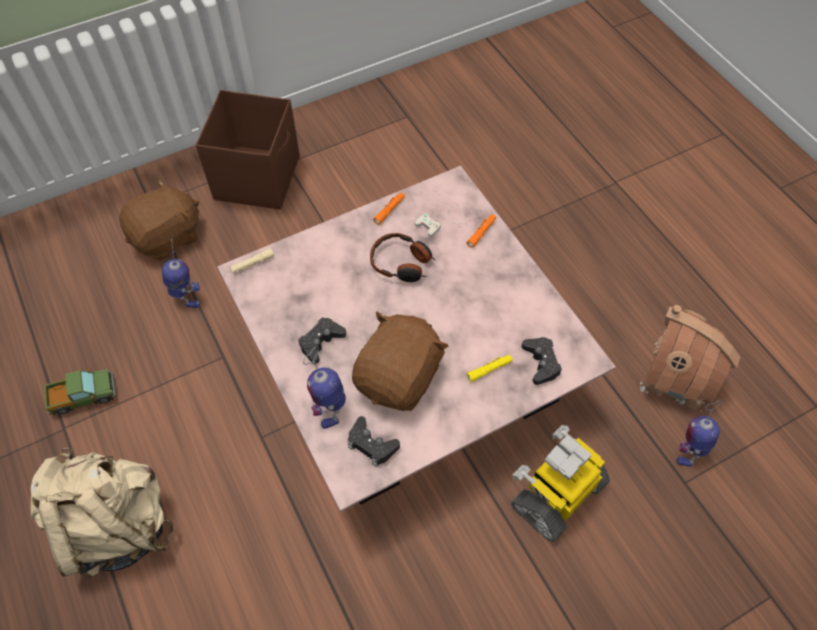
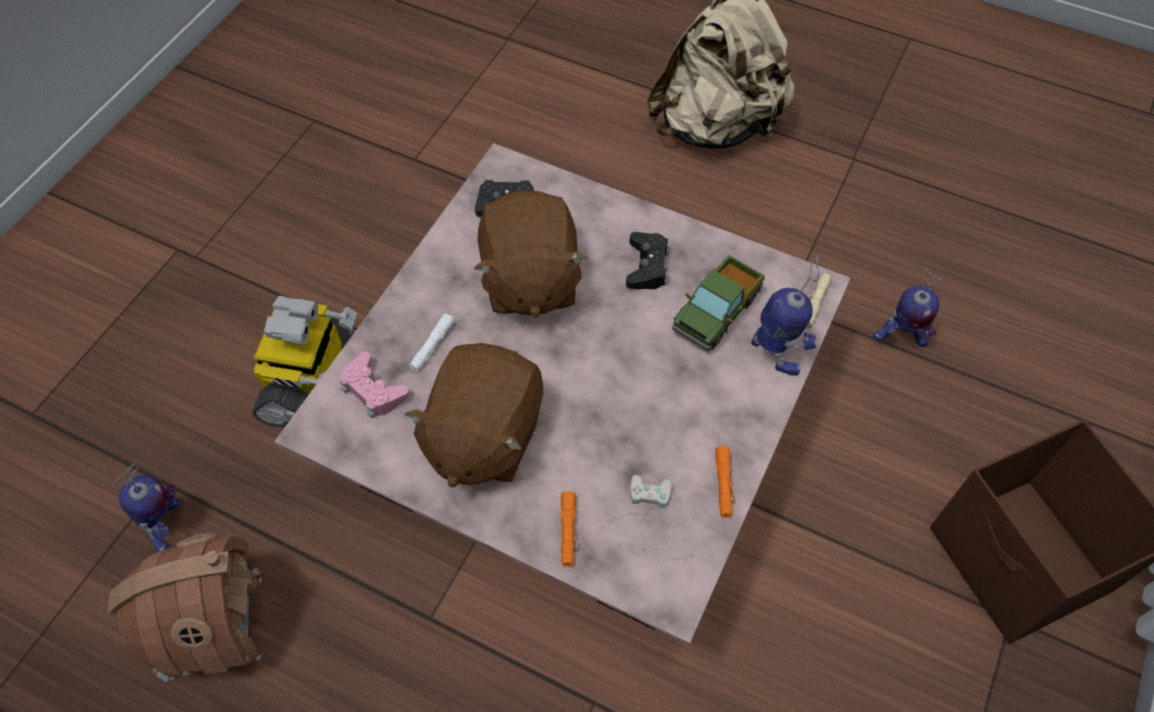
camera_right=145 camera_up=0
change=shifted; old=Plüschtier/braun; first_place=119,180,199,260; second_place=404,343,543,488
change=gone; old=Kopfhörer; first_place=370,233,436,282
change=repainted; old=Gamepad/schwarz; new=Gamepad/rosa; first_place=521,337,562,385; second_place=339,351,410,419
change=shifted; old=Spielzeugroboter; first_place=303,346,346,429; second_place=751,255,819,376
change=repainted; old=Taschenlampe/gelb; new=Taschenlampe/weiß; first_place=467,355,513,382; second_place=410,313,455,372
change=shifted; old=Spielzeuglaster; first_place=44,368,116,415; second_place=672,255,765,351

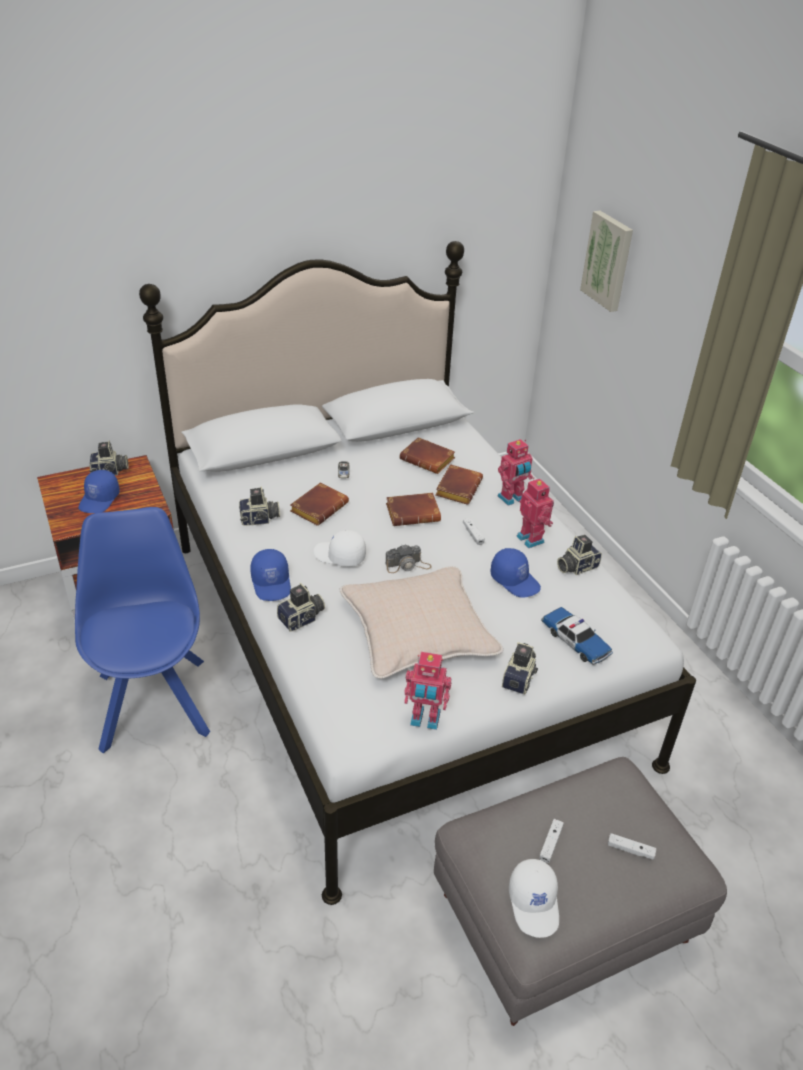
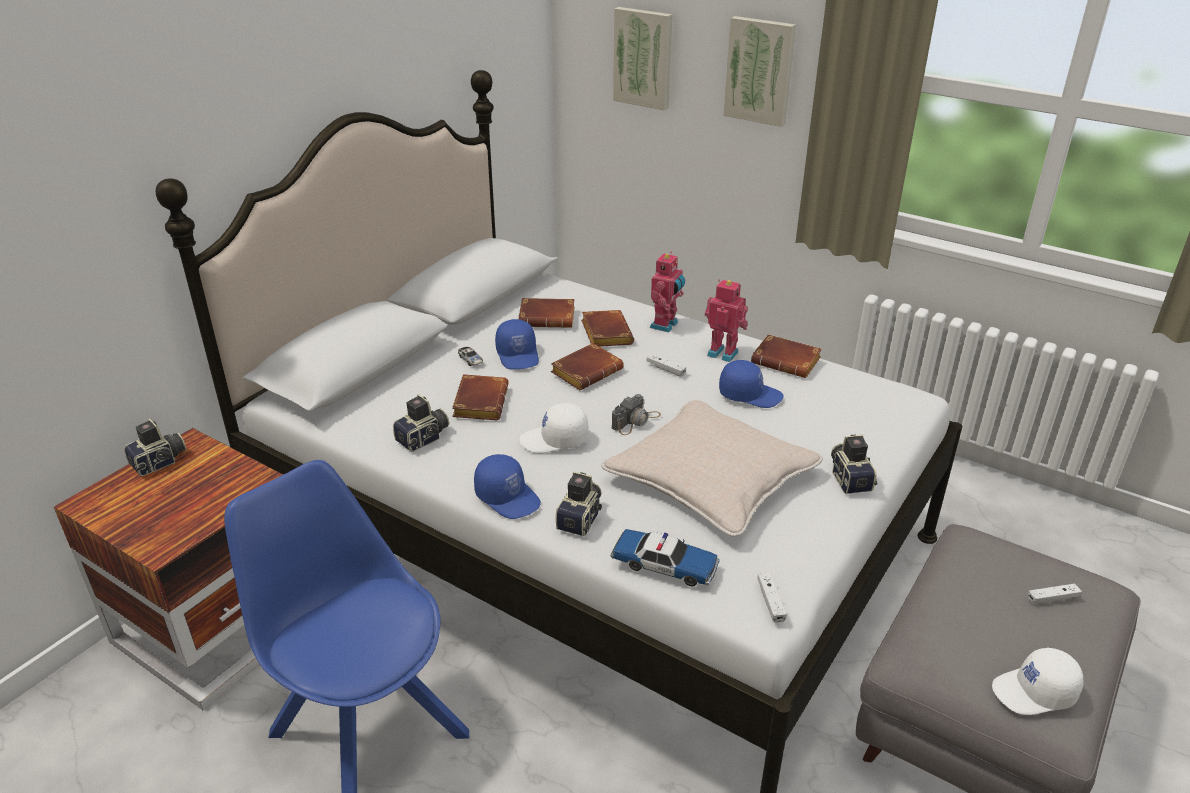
camera_right=-30 camera_up=-5
change=shifted; old=Kappe/blau; first_place=78,470,120,513; second_place=495,319,539,369
change=swapped; old=Kamera; new=Buch/braun; first_place=557,535,602,575; second_place=751,334,822,378
change=shifted; old=Spielzeugauto; first_place=541,607,613,665; second_place=610,529,719,587
change=gone; old=Spielzeugroboter; first_place=404,652,451,730
change=shifted; old=Gamepad/weiß; first_place=539,819,564,863; second_place=757,573,787,623
change=rotated; old=Kappe/weiß; first_place=509,859,559,938; second_place=992,647,1084,715; degrees=120
change=new; new=Bild; second_place=723,16,796,127

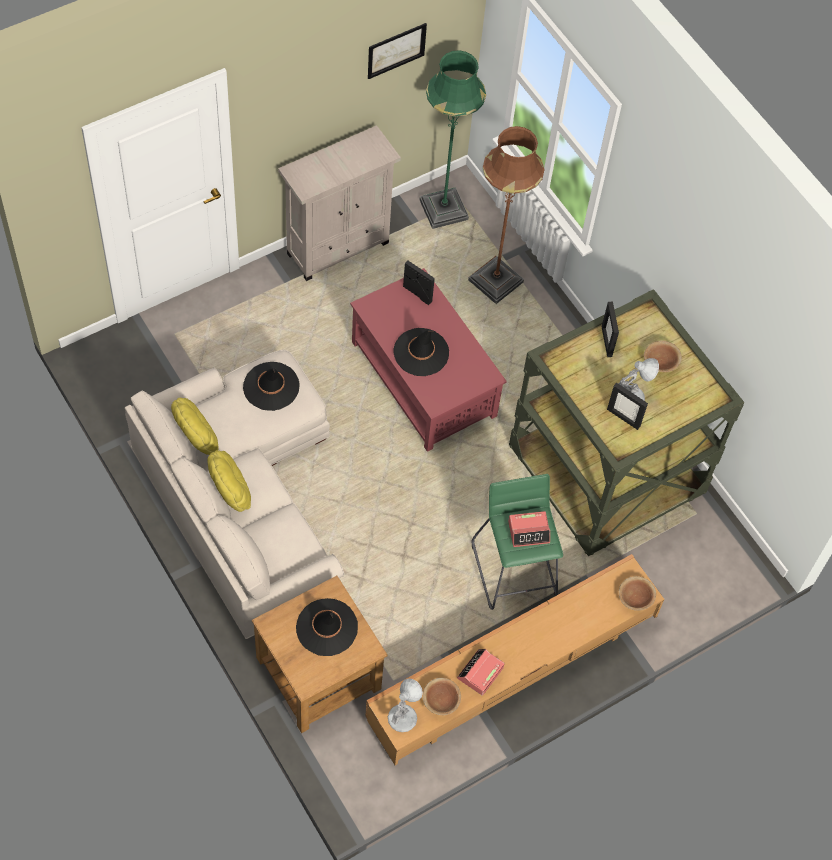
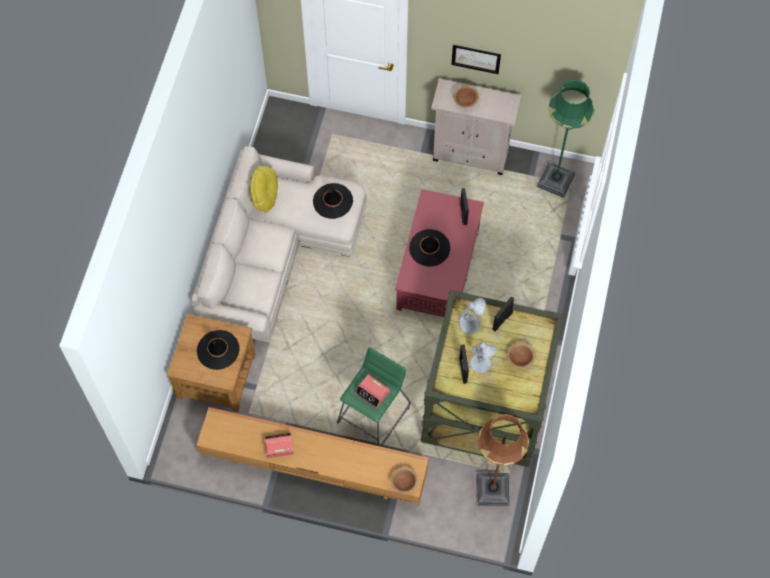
camera_right=50 camera_up=5
change=shifted; old=Bild; first_place=368,23,427,79; second_place=451,45,501,74
change=shifted; old=Stehlampe/braun; first_place=468,126,544,304; second_place=476,414,529,506
change=gone; old=Kissen/gelb; first_place=207,450,251,512
change=shifted; old=Tischlampe/weiß; first_place=388,678,423,732; second_place=458,298,486,334
change=shifted; old=Schüssel/braun; first_place=423,678,461,715; second_place=453,85,479,108

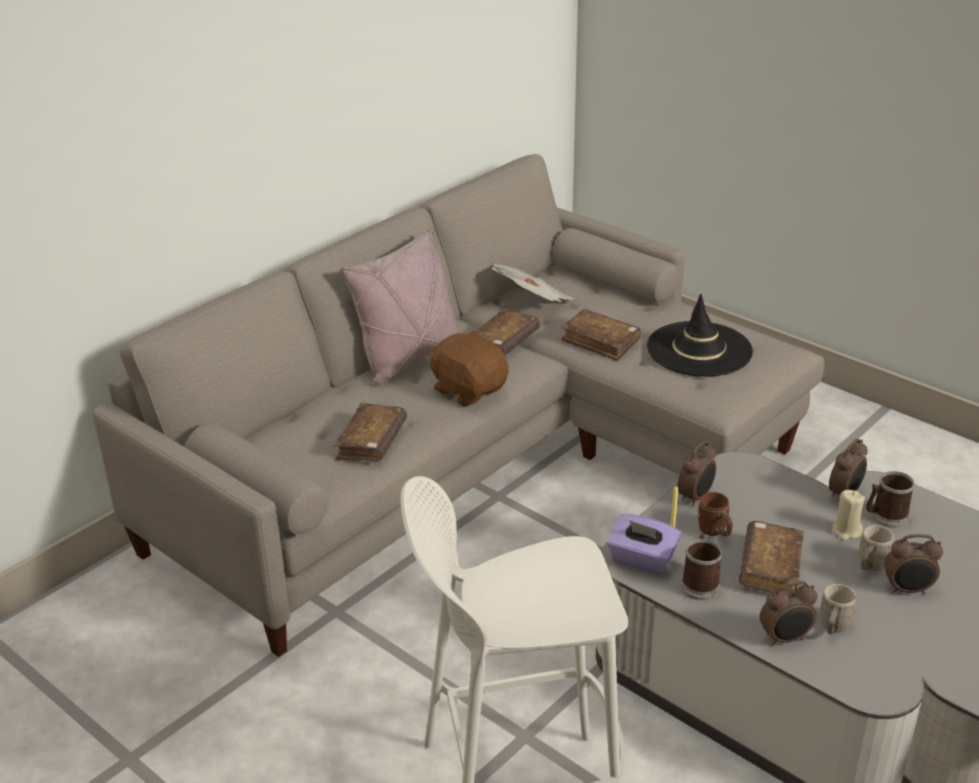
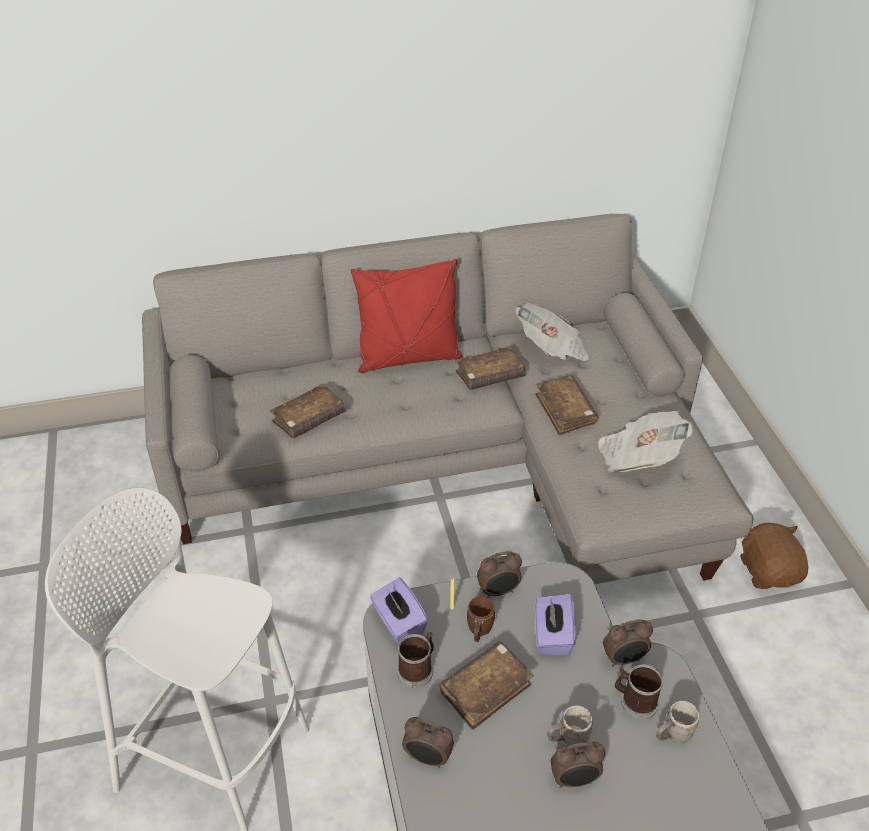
camera_right=35 camera_up=10
change=repainted; old=Kissen/lila; new=Kissen/rot; first_place=341,229,461,387; second_place=351,259,463,373
change=swapped; old=Hut/schwarz; new=Zeitung; first_place=647,294,753,377; second_place=598,411,693,472
change=shifted; old=Plüschtier/braun; first_place=428,329,509,407; second_place=740,523,808,589
change=gone; old=Kerze/beige; first_place=832,490,865,541
change=rotated; old=Wecker; first_place=884,534,943,594; second_place=551,742,605,788; degrees=-45
change=shifted; old=Henkelbecher/grau; first_place=821,584,856,635; second_place=656,701,699,743
change=new; new=Taschentuchbox/lila; second_place=535,594,576,656

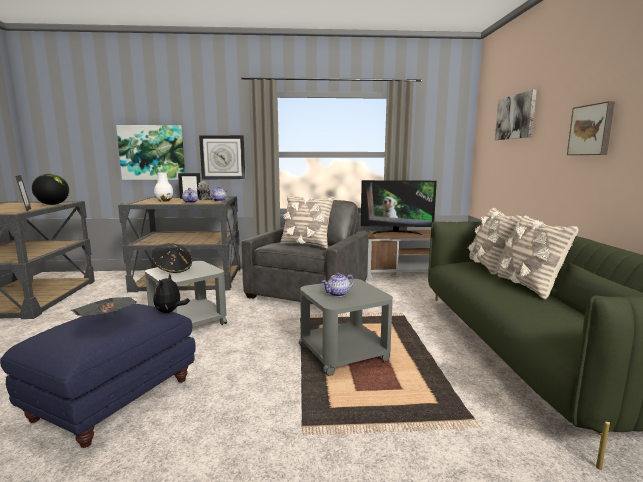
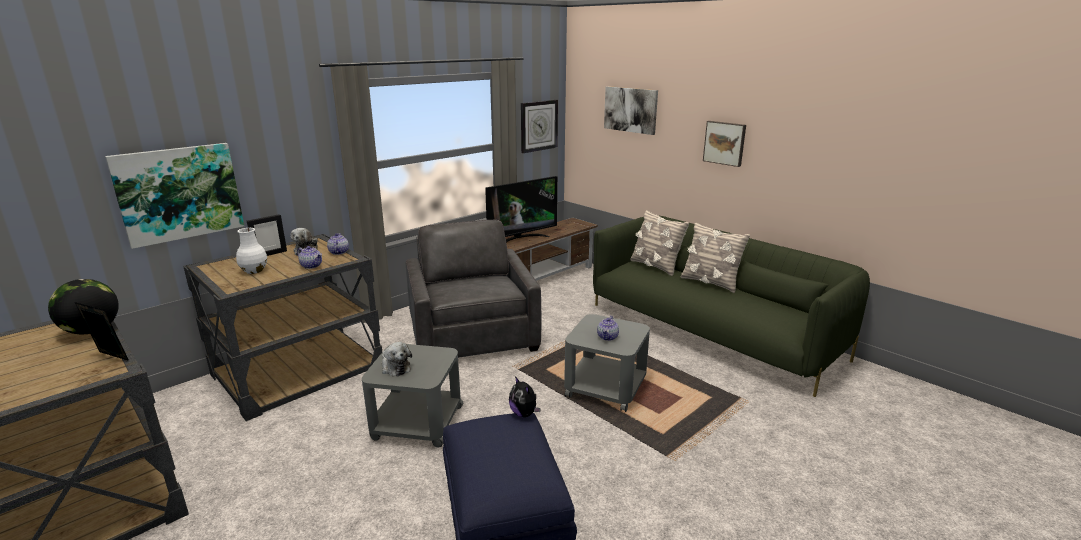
camera_right=-40 camera_up=10
change=shifted; old=Wanduhr; first_place=199,135,245,179; second_place=521,100,558,153
change=gone; old=Kissen/beige; first_place=280,195,334,249
change=swapped; old=Hut/schwarz; new=Plüschtier; first_place=152,243,192,273; second_place=382,342,412,376
change=gone; old=Zeitung; first_place=70,297,136,316

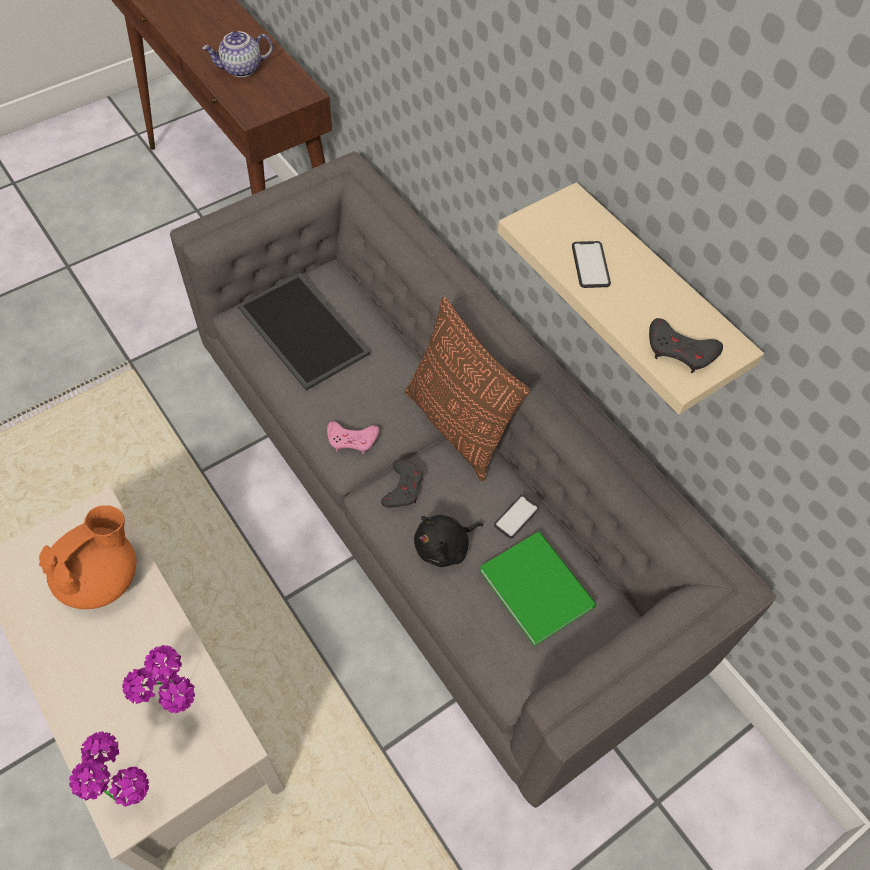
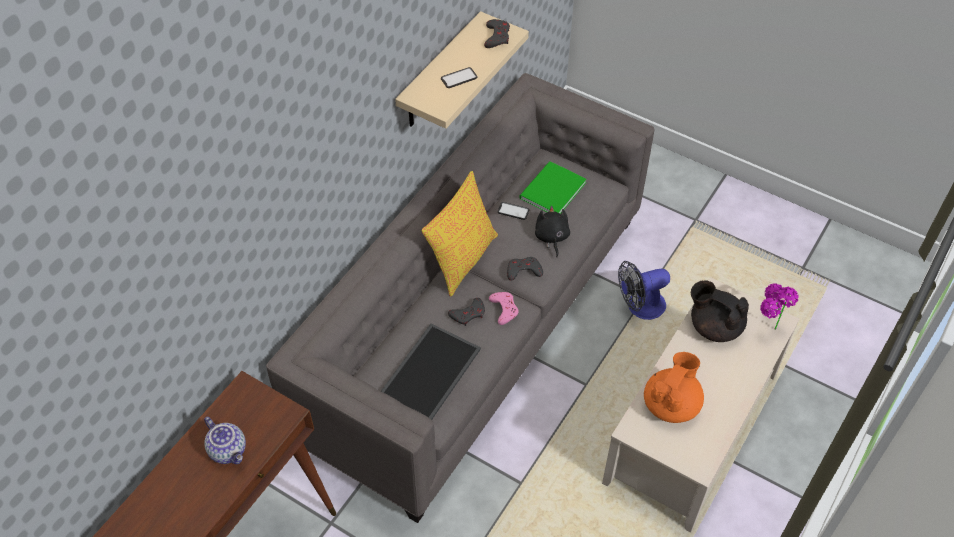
camera_right=-110 camera_up=-5
change=repainted; old=Kissen/braun; new=Kissen/gelb; first_place=405,297,530,481; second_place=422,171,498,297
change=rotated; old=Teekanne/orange; first_place=39,505,137,609; second_place=644,352,704,423; degrees=105
change=rotated; old=Plüschtier/schwarz; first_place=414,515,483,567; second_place=535,206,570,258; degrees=-135
change=swapped; old=Topfpflanze; new=Teekanne/schwarz; first_place=122,645,195,713; second_place=691,280,749,342
change=new; new=Ventilator; second_place=618,261,670,320
change=new; new=Gamepad/grau; second_place=448,298,485,326

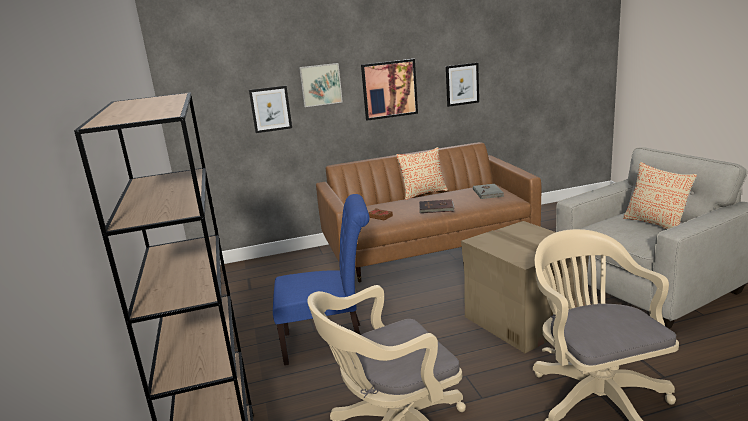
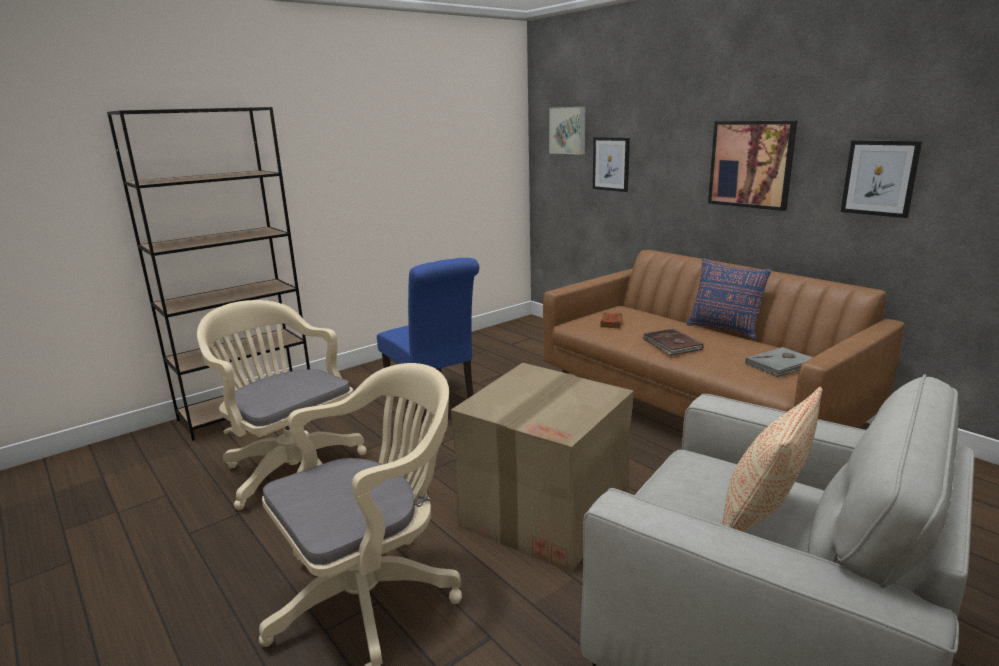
camera_right=65 camera_up=0
change=shifted; old=Bild; first_place=299,63,343,107; second_place=549,106,585,155
change=repainted; old=Kissen/beige; new=Kissen/blau; first_place=396,147,448,200; second_place=687,258,772,340

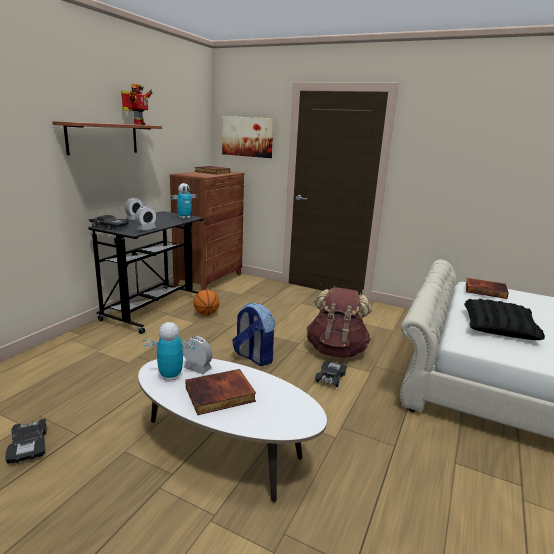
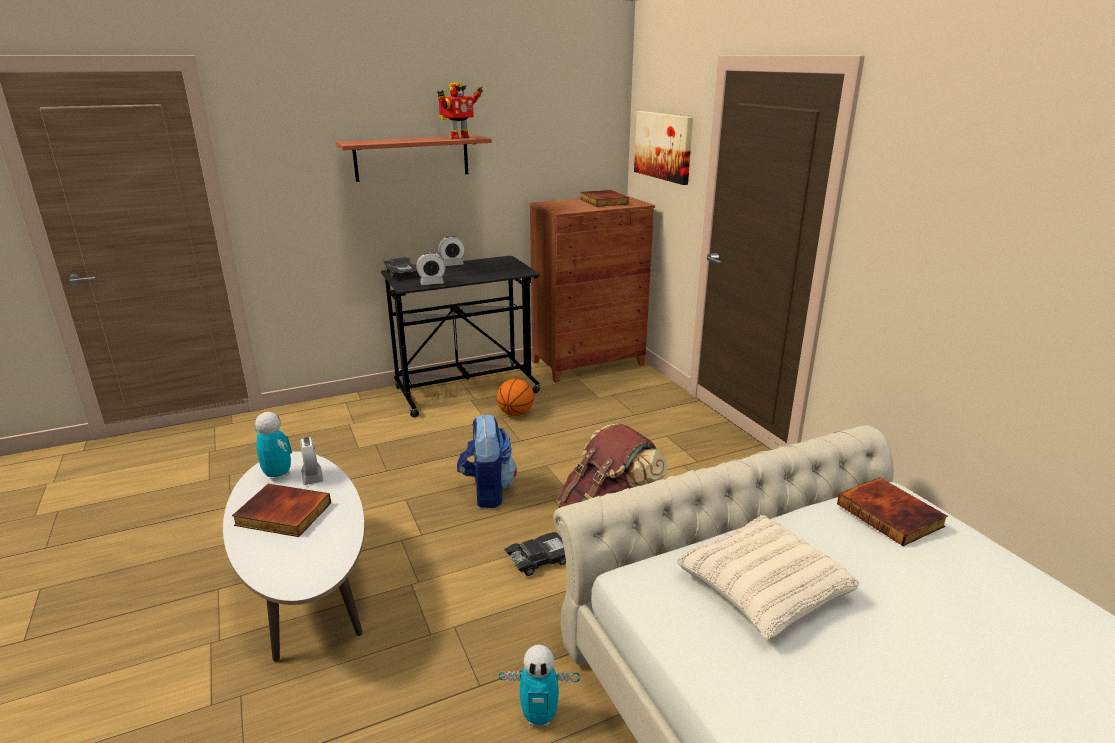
camera_right=40 camera_up=5
change=shifted; old=Spielzeugroboter; first_place=170,183,198,219; second_place=499,645,580,726
change=repainted; old=Kissen/schwarz; new=Kissen/beige; first_place=464,299,545,340; second_place=677,515,860,640
change=gone; old=Spielzeugauto/schwarz; first_place=5,419,47,464

